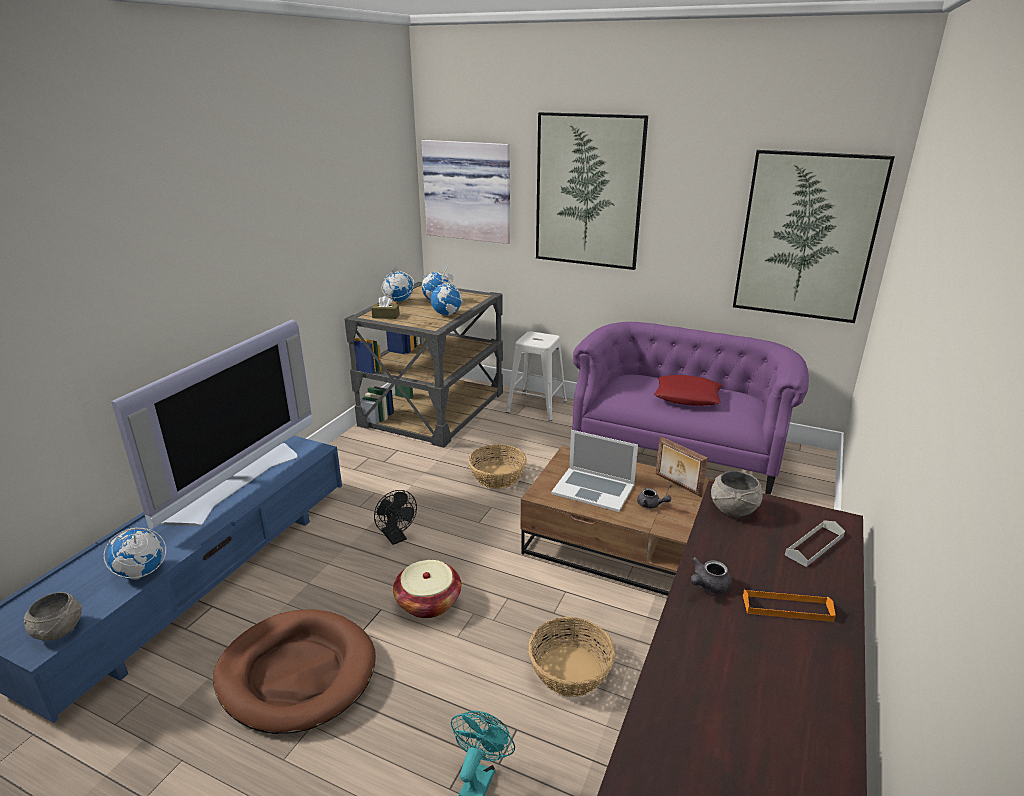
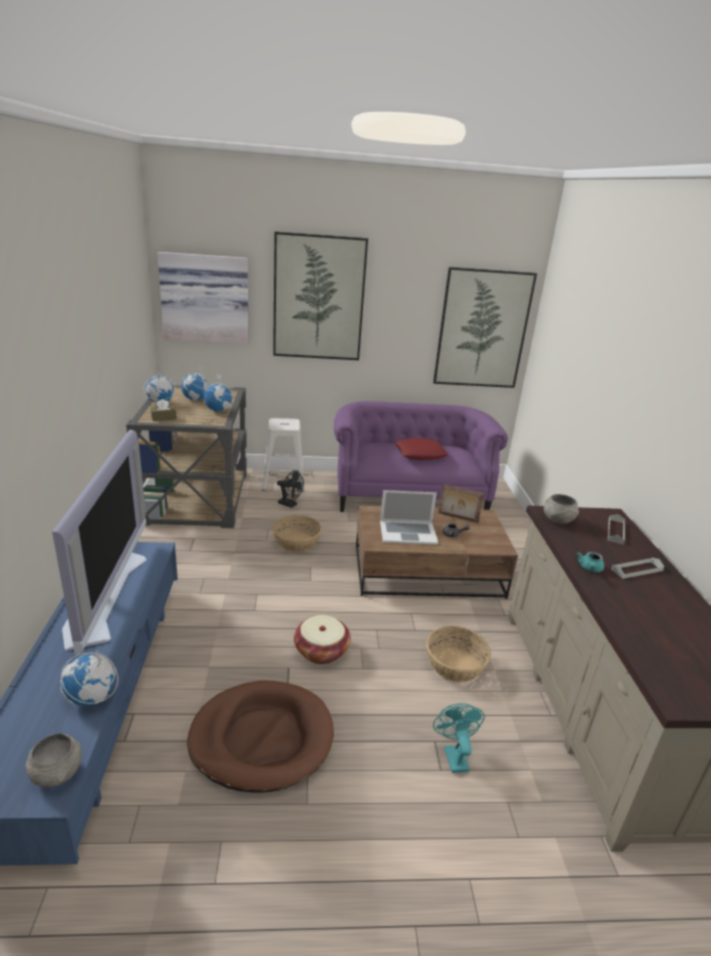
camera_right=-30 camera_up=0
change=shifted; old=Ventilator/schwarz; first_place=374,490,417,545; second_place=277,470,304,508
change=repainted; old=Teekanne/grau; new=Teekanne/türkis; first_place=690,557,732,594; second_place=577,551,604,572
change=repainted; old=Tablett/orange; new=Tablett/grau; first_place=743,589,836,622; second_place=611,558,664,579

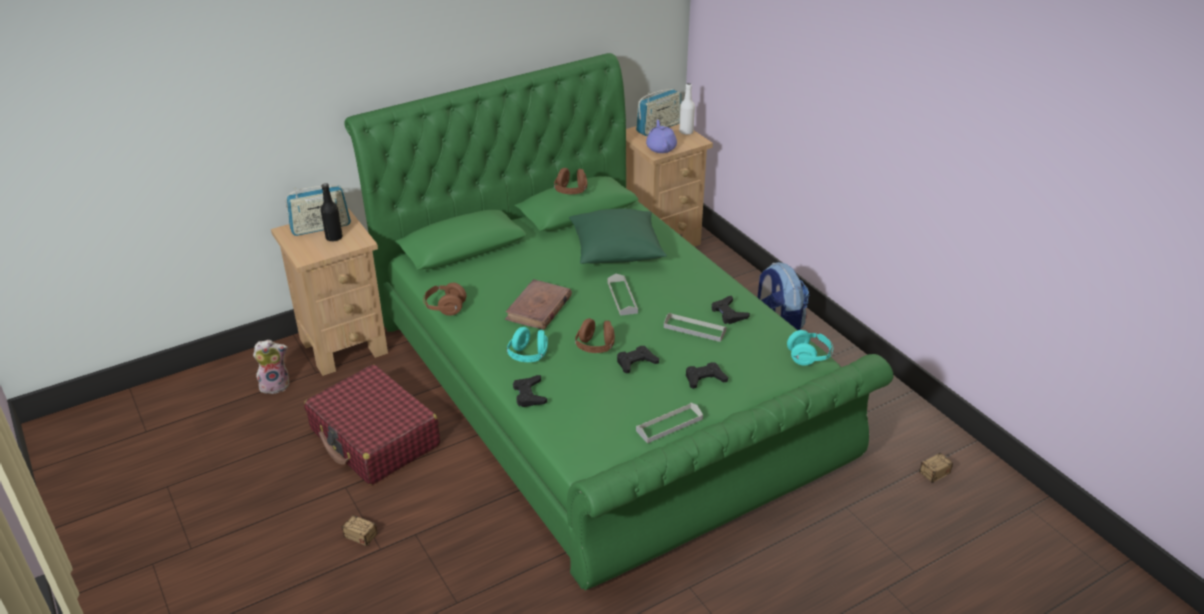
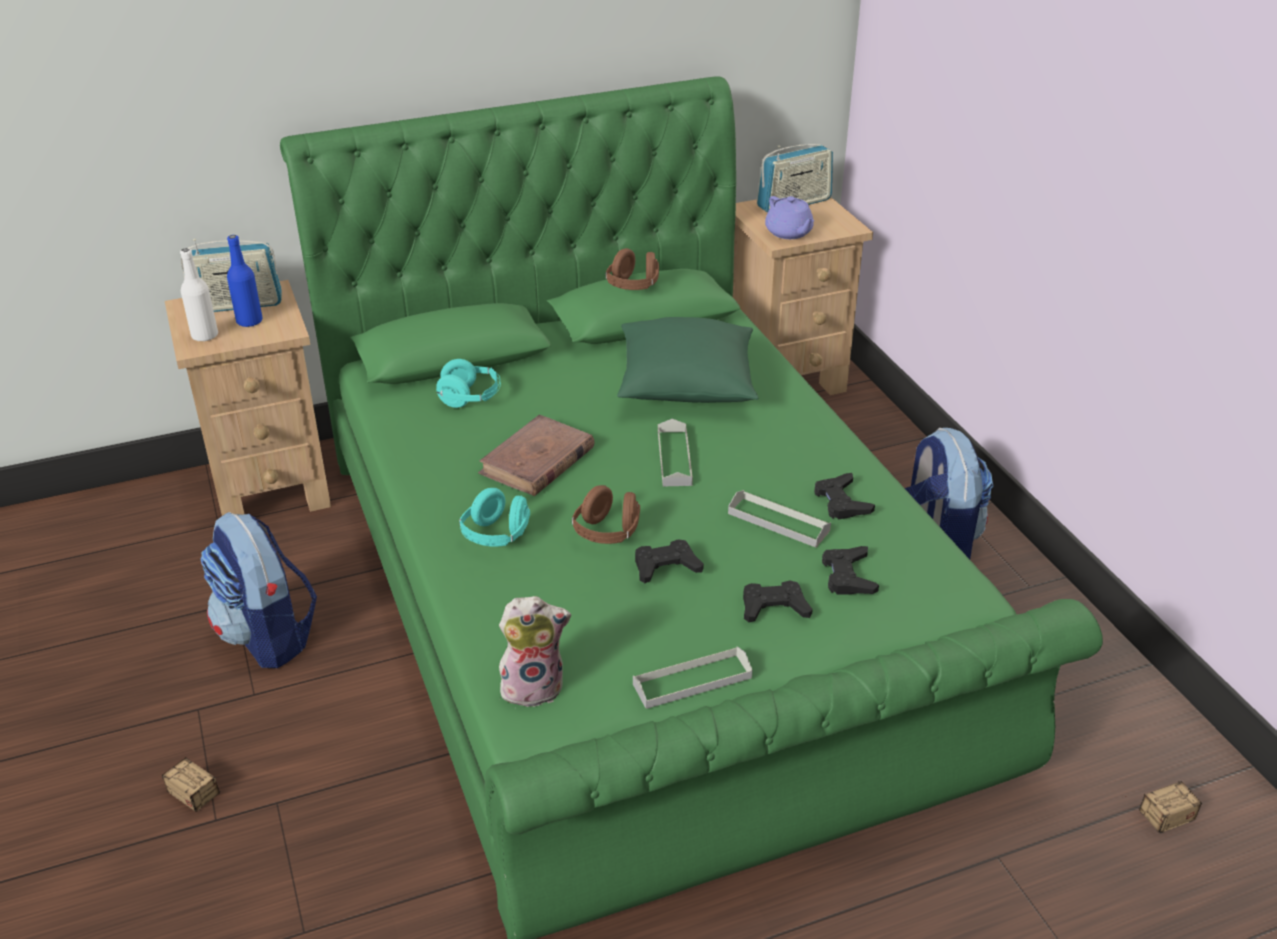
camera_right=10 camera_up=0
change=shifted; old=Flasche/weiß; first_place=679,83,695,135; second_place=180,248,218,341
change=rotated; old=Teekanne/lila; first_place=646,120,677,153; second_place=765,196,814,239; degrees=150
change=repainted; old=Flasche/schwarz; new=Flasche/blau; first_place=321,183,343,242; second_place=227,235,263,327
change=gone; old=Kopfhörer/braun; first_place=423,283,466,316
change=shifted; old=Kopfhörer/türkis; first_place=787,330,833,366; second_place=436,359,501,408
change=shifted; old=Plüschtier; first_place=253,340,289,394; second_place=499,596,571,708
change=swapped; old=Koffer/rot; new=Rucksack; first_place=304,365,440,485; second_place=200,512,317,668
change=shifted; old=Gamepad/schwarz; first_place=513,375,547,407; second_place=822,546,879,595

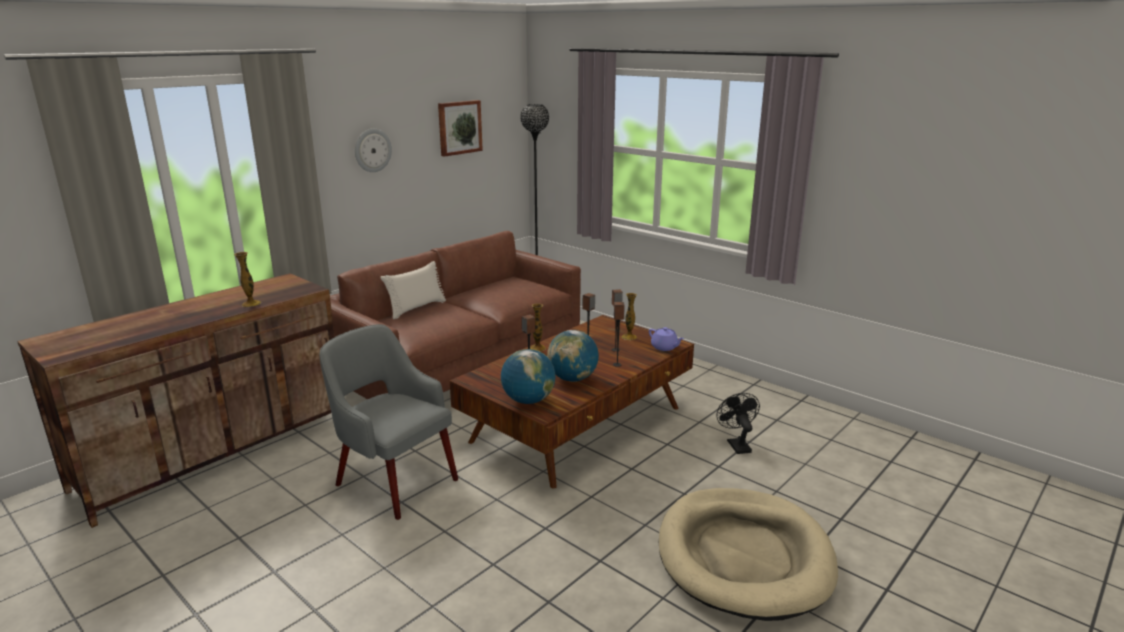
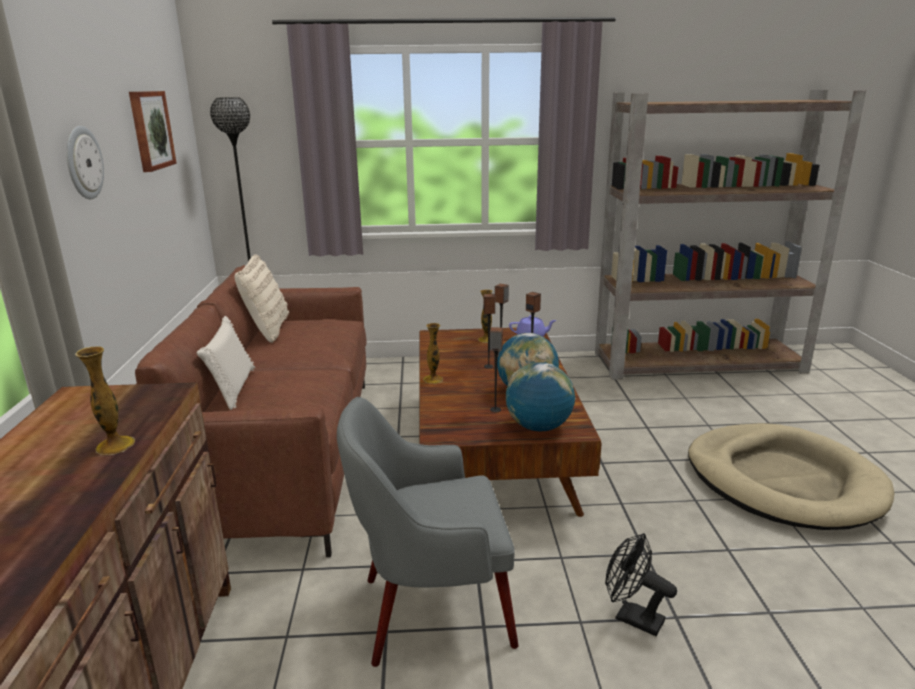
camera_right=-45 camera_up=0
change=shifted; old=Ventilator/schwarz; first_place=717,393,760,454; second_place=605,533,677,636
change=new; new=Bücherregal/braun; second_place=595,90,866,380
change=new; new=Kissen/beige; second_place=234,254,289,343

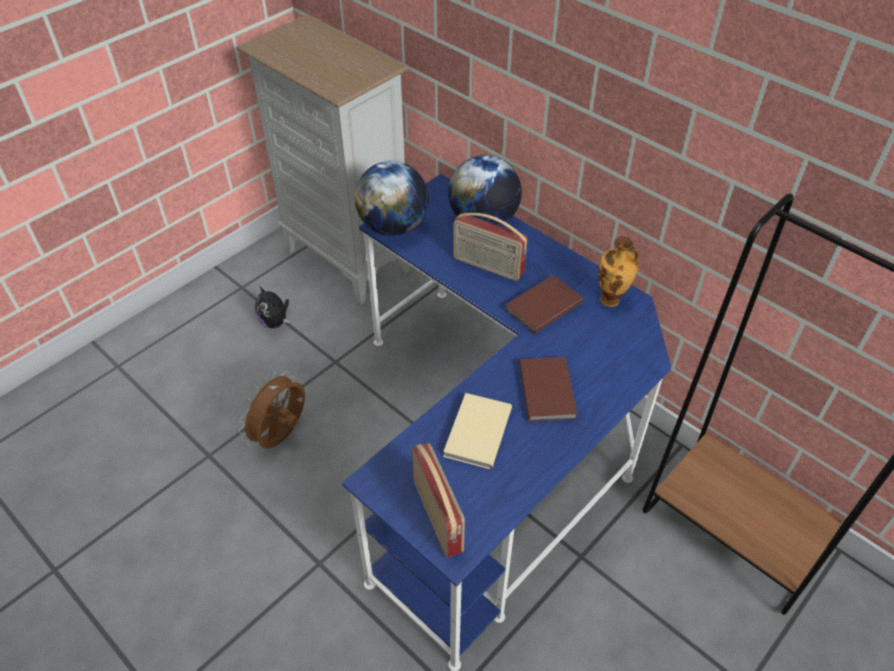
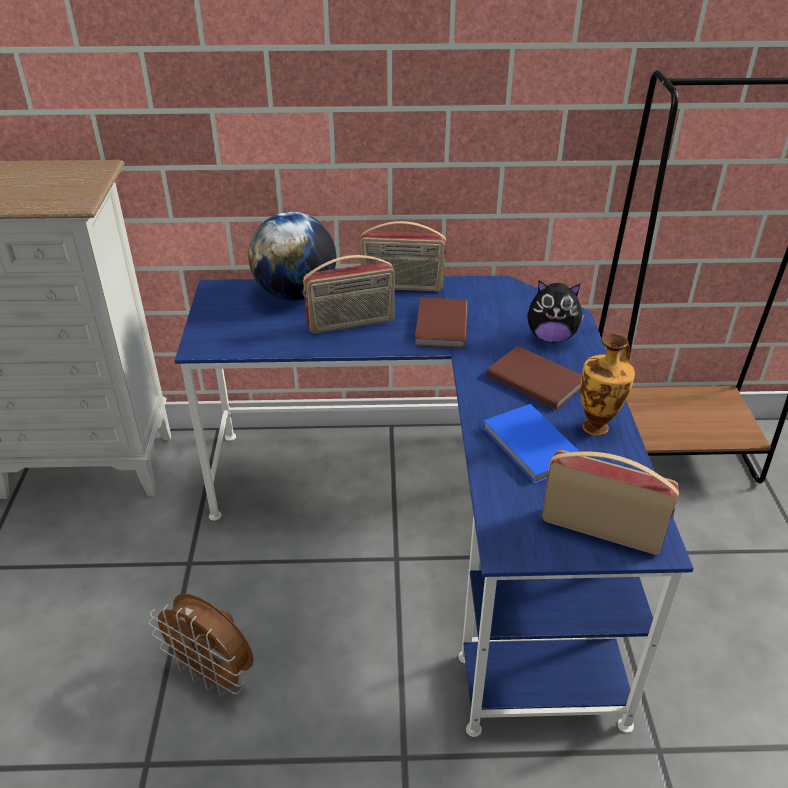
camera_right=-45 camera_up=-10
change=gone; old=Globus; first_place=355,161,429,236
change=shifted; old=Vase; first_place=599,236,639,307; second_place=580,333,635,436
change=shifted; old=Plüschtier; first_place=255,285,290,328; second_place=527,280,585,342
change=rotated; old=Ventilator/braun; first_place=239,371,305,449; second_place=149,594,253,696; degrees=-45
change=repainted; old=Buch/beige; new=Buch/blau; first_place=443,393,512,469; second_place=483,404,580,484
change=new; new=Radio; second_place=360,221,446,291

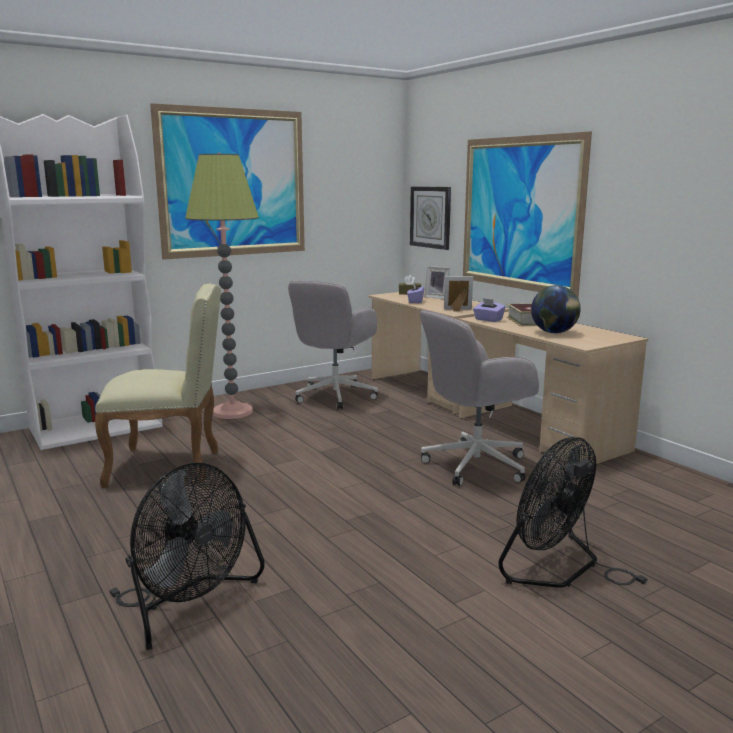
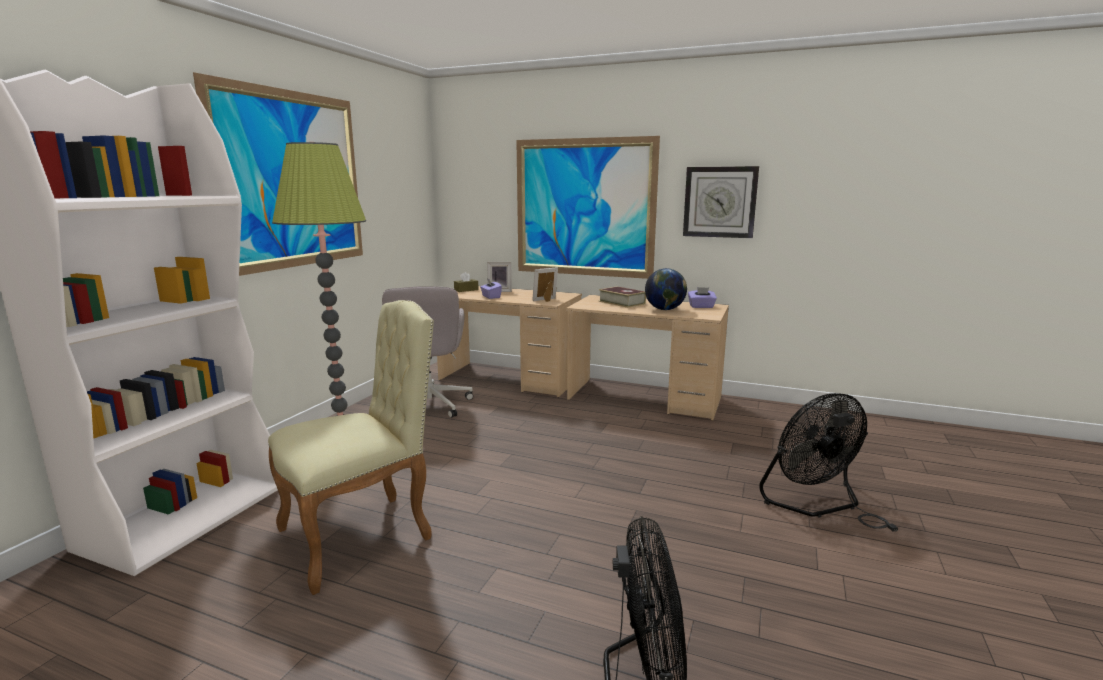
camera_right=-35 camera_up=0
change=shifted; old=Wanduhr; first_place=410,186,451,250; second_place=683,166,759,238
change=shifted; old=Taschentuchbox/lila; first_place=473,298,506,322; second_place=688,287,717,308
change=gone; old=Bürostuhl/grau; first_place=420,310,539,486
change=rotated; old=Ventilator/schwarz; first_place=499,437,649,588; second_place=759,393,898,531; degrees=60

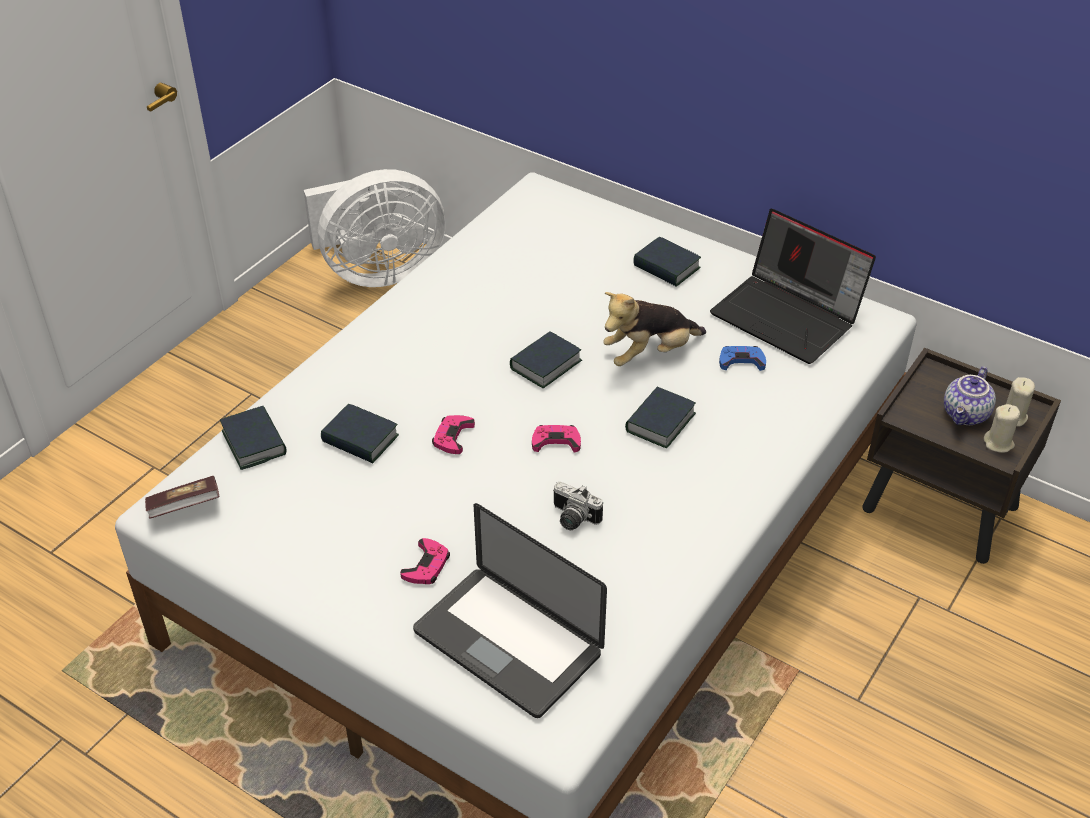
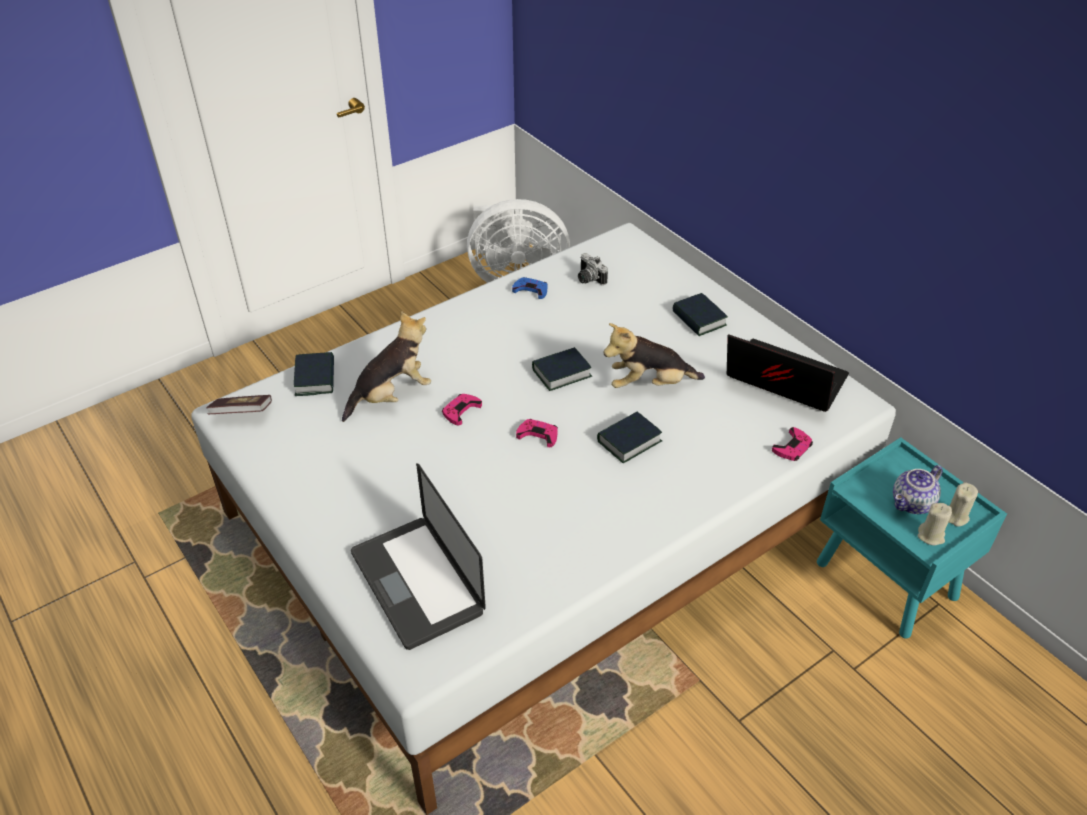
camera_right=20 camera_up=0
change=rotated; old=Laptop; first_place=710,209,876,364; second_place=727,334,849,412; degrees=150
change=shifted; old=Gamepad/blau; first_place=719,346,766,371; second_place=512,277,548,299
change=repainted; old=Nachttisch/braun; new=Nachttisch/türkis; first_place=862,348,1061,564; second_place=817,437,1007,639
change=swapped; old=Buch; new=Plüschtier; first_place=321,404,399,463; second_place=342,311,431,422
change=shifted; old=Kamera; first_place=553,481,603,530; second_place=578,253,608,285
change=shifted; old=Gamepad/rosa; first_place=400,538,450,584; second_place=772,427,813,461

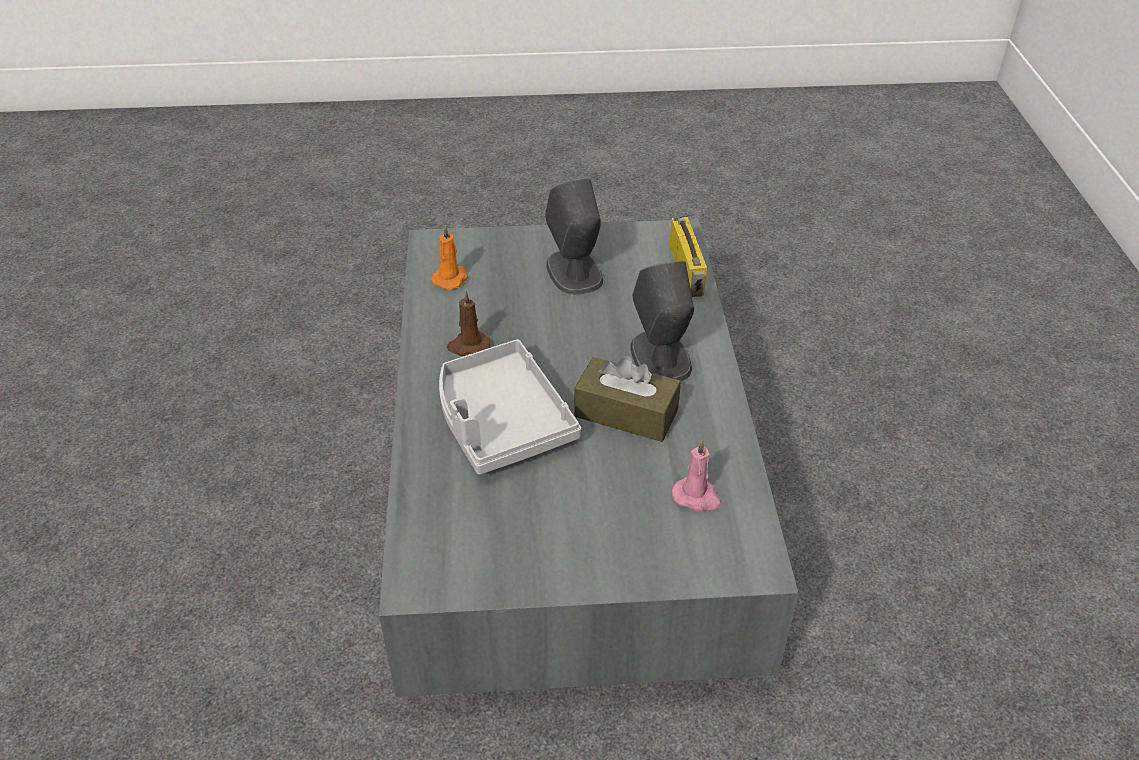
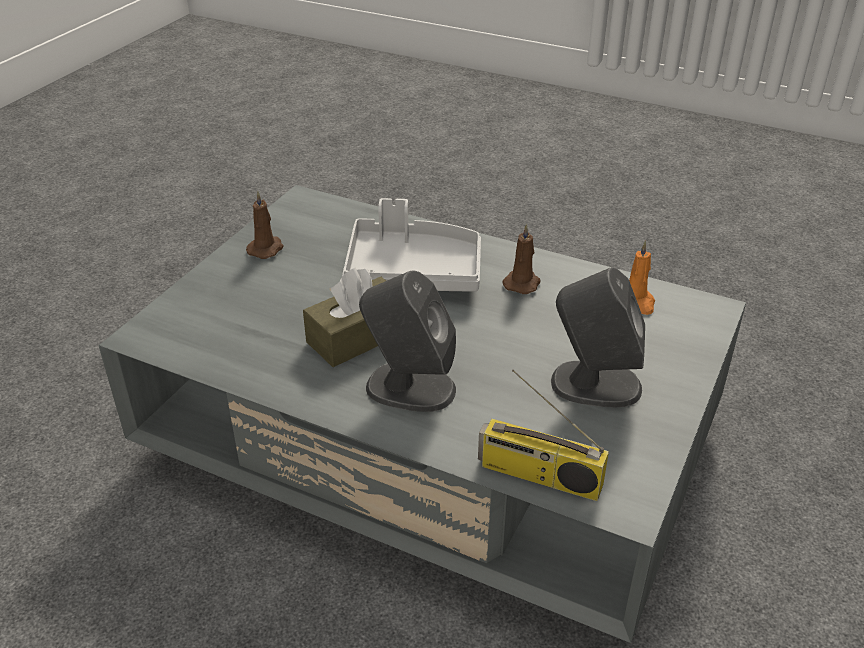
camera_right=120 camera_up=-5
change=gone; old=Kerze/rosa; first_place=672,440,721,511
change=new; new=Kerze/braun; second_place=246,192,283,259

